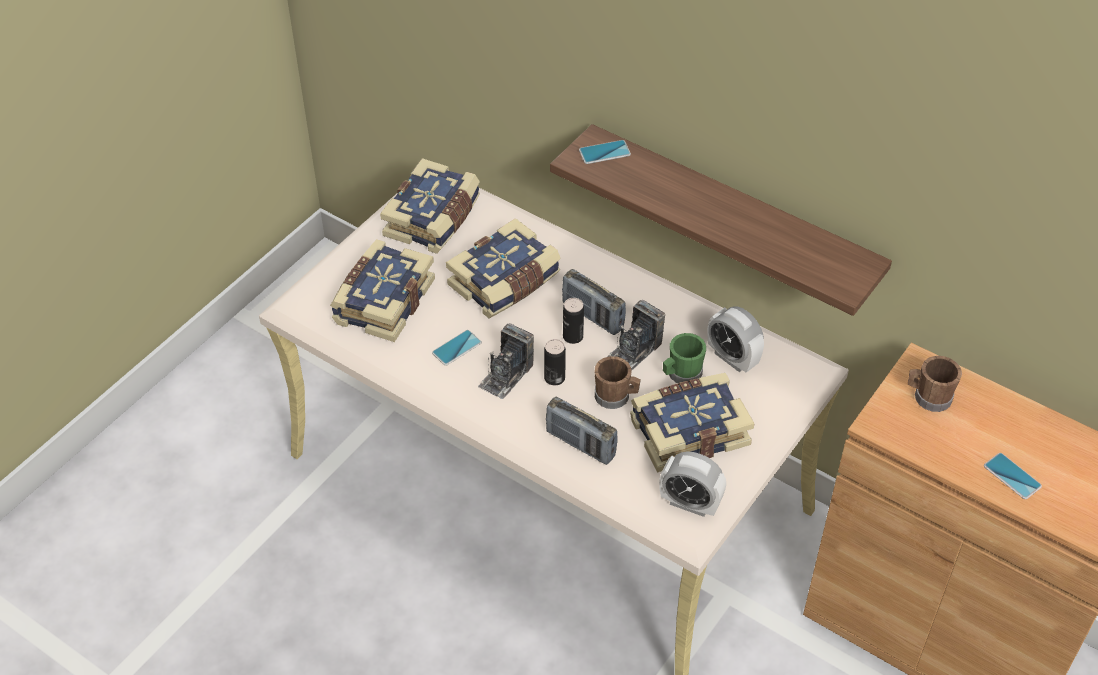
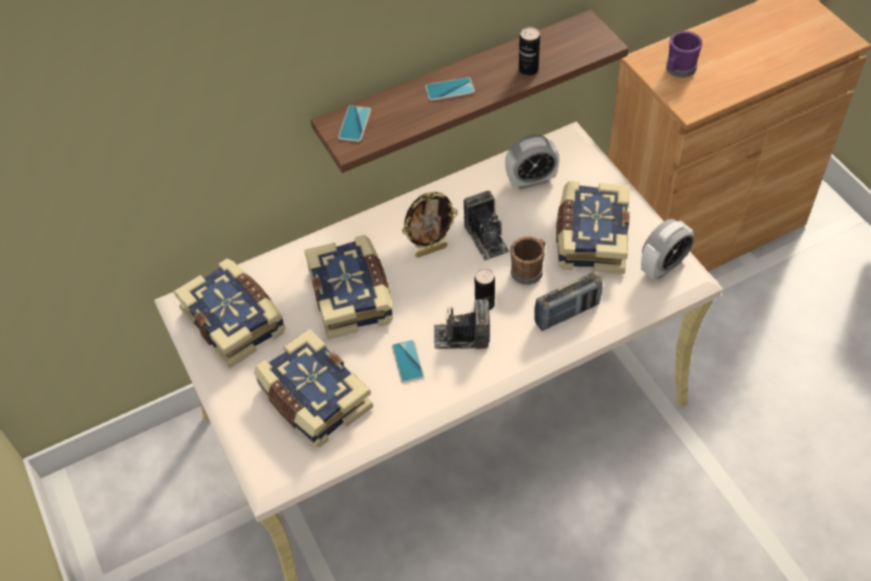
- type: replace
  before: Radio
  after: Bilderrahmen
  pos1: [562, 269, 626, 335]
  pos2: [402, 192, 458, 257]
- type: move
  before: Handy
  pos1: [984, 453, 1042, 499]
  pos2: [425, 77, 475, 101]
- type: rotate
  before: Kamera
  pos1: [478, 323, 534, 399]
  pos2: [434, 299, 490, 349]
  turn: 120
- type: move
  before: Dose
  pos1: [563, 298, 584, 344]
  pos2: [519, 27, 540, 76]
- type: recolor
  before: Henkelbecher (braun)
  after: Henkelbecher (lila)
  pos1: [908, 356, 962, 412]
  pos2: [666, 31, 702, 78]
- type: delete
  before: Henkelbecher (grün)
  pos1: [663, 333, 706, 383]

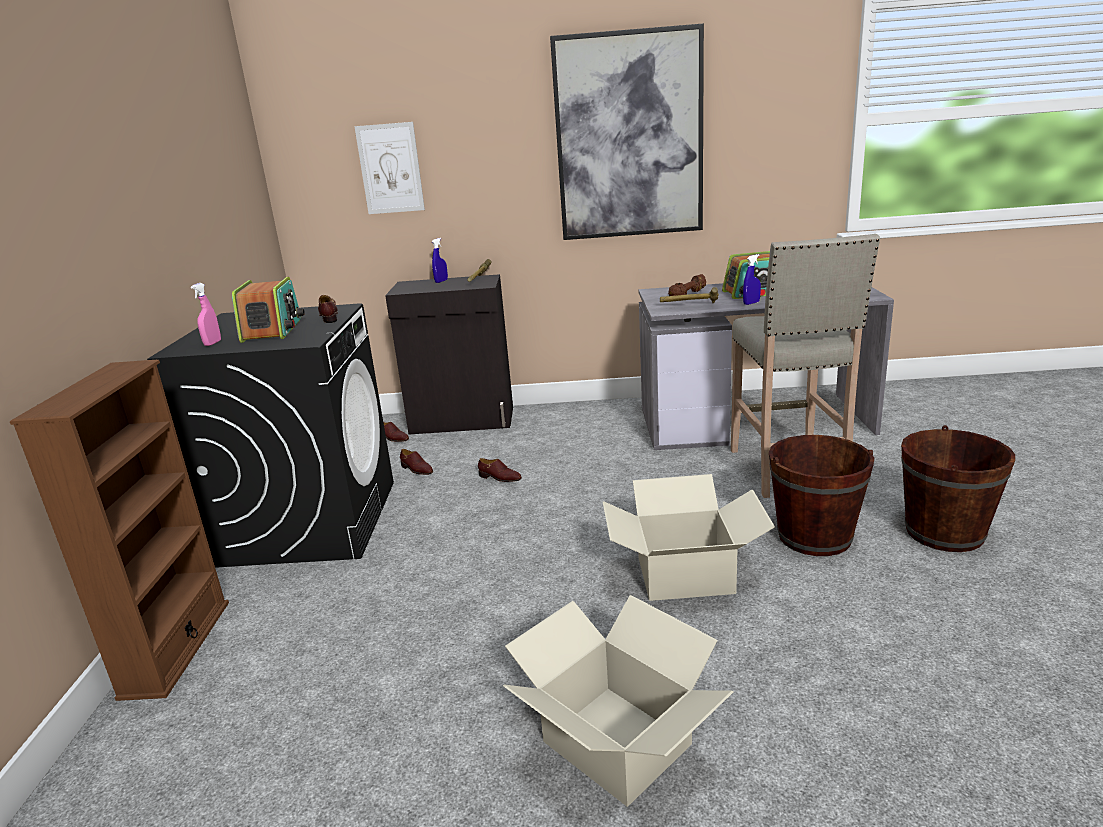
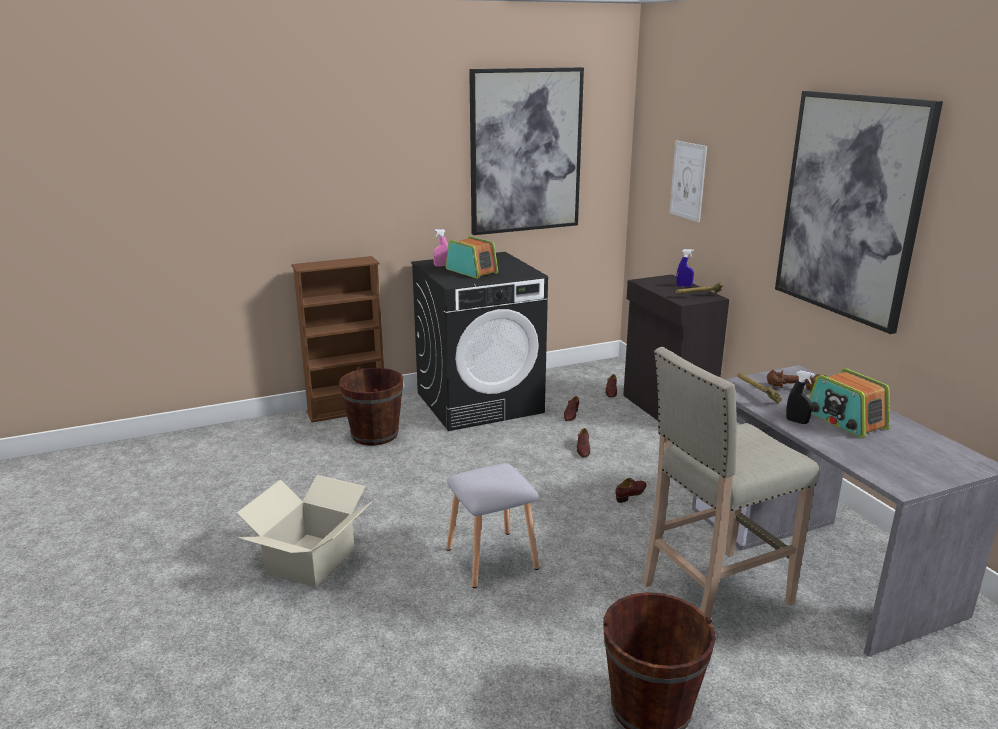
- type: move
  before: Eimer (braun)
  pos1: [769, 435, 874, 556]
  pos2: [339, 367, 404, 446]
- type: rotate
  before: Radio
  pos1: [232, 277, 305, 343]
  pos2: [446, 236, 498, 279]
  turn: -105
- type: replace
  before: Karton
  after: Hocker (grau)
  pos1: [603, 474, 775, 601]
  pos2: [446, 463, 539, 588]
- type: insert
  after: Bild
  pos2: [469, 67, 584, 235]
- type: move
  before: Schuh (braun)
  pos1: [318, 295, 338, 323]
  pos2: [615, 478, 647, 503]
- type: recolor
  before: Sprühflasche (blau)
  after: Sprühflasche (schwarz)
  pos1: [743, 254, 761, 305]
  pos2: [786, 371, 814, 424]

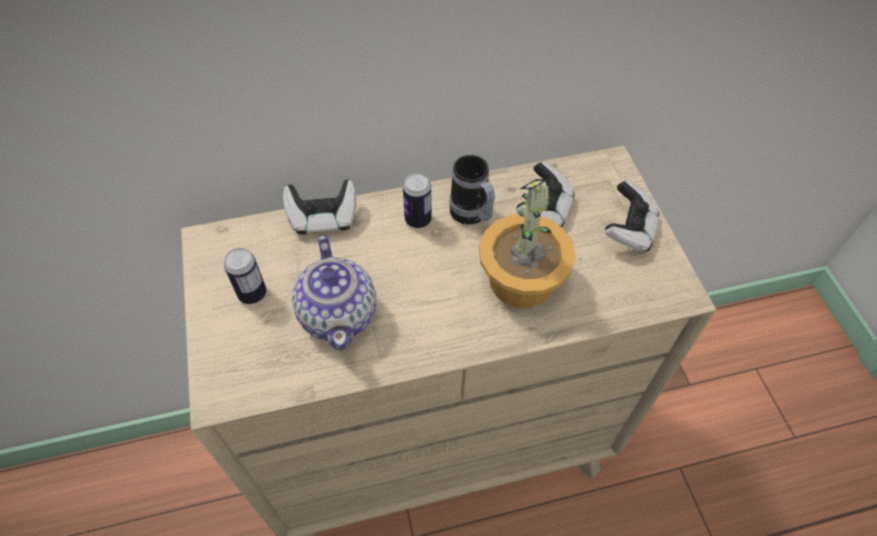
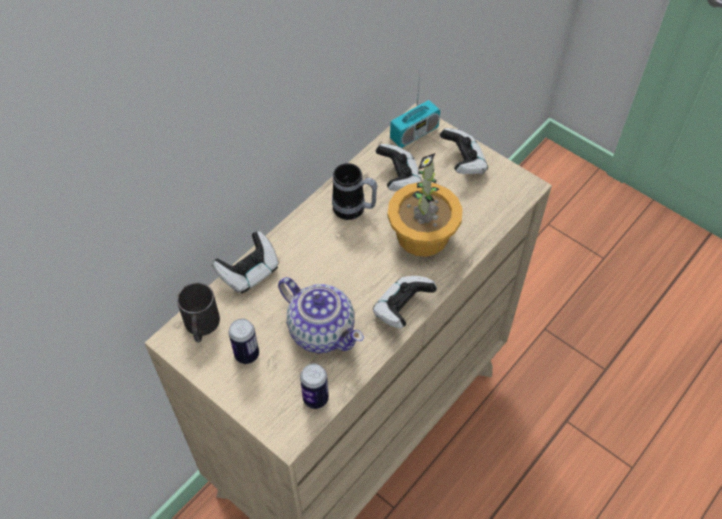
- type: insert
  after: Henkelbecher (schwarz)
  pos2: [177, 282, 220, 342]
- type: move
  before: Dose
  pos1: [403, 173, 432, 228]
  pos2: [300, 363, 329, 409]
- type: insert
  after: Gamepad
  pos2: [373, 276, 437, 328]
- type: insert
  after: Radio
  pos2: [390, 74, 440, 148]

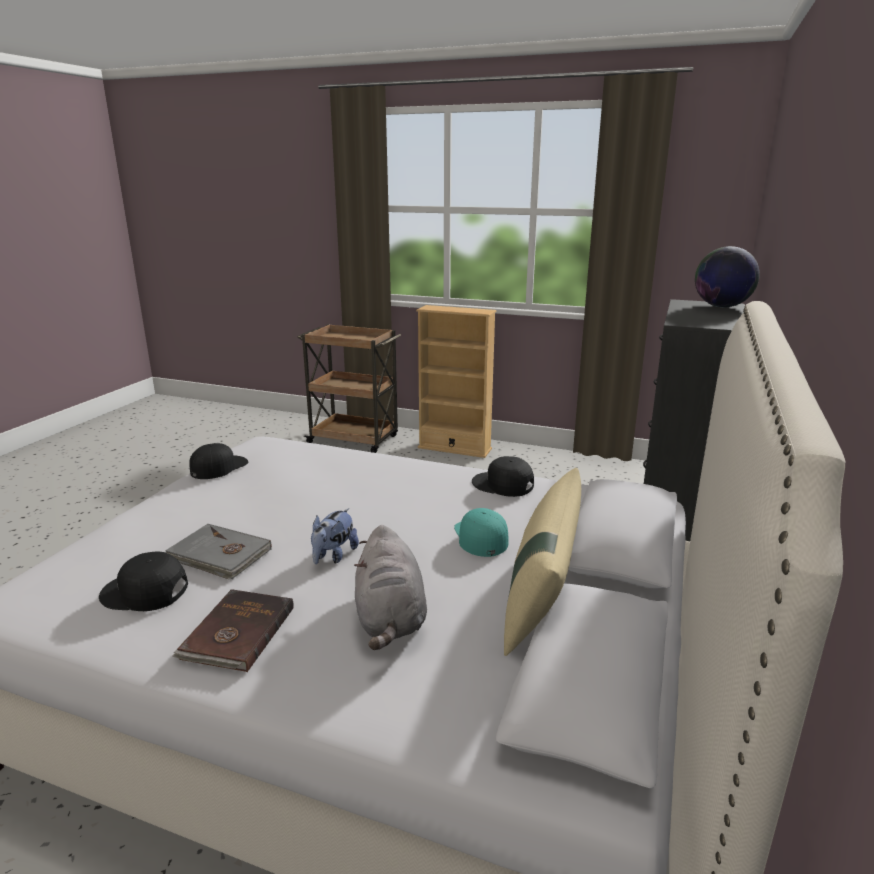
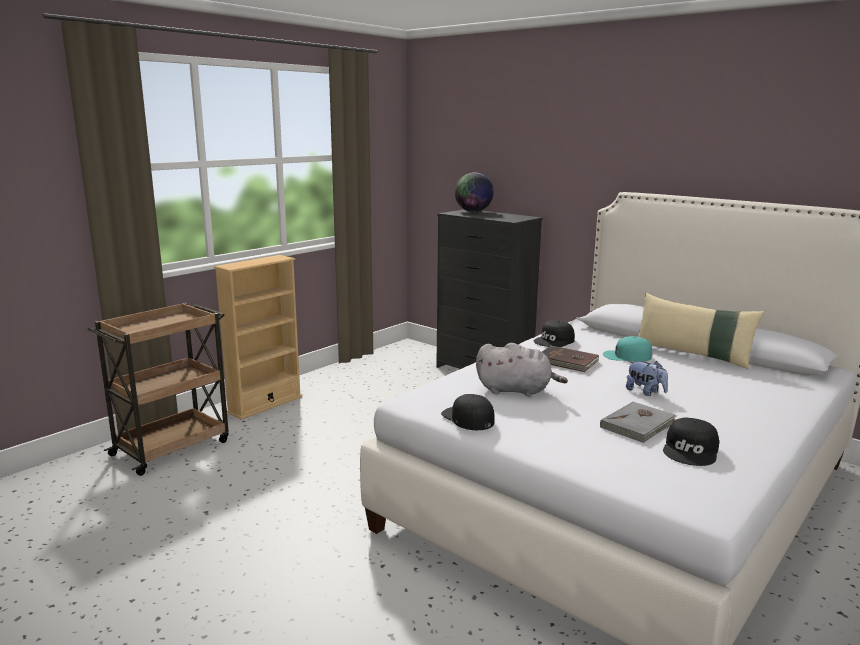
- type: move
  before: Plüschtier (grau)
  pos1: [354, 525, 427, 650]
  pos2: [476, 343, 568, 397]
- type: move
  before: Buch (braun)
  pos1: [172, 589, 294, 672]
  pos2: [542, 346, 599, 372]

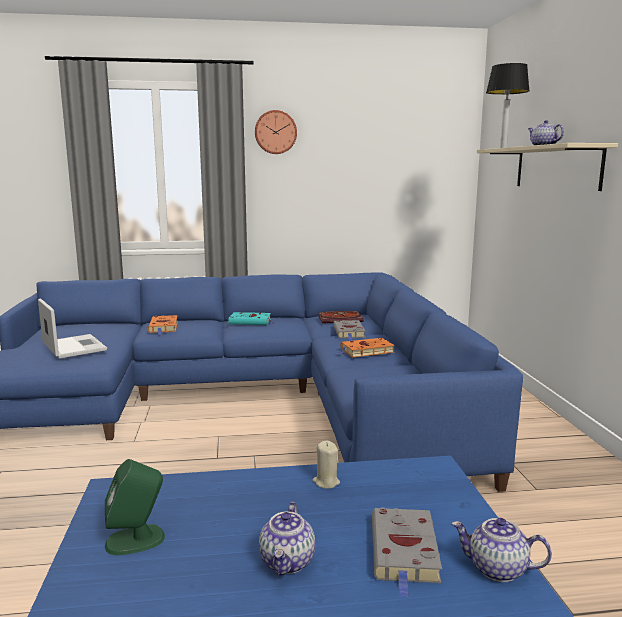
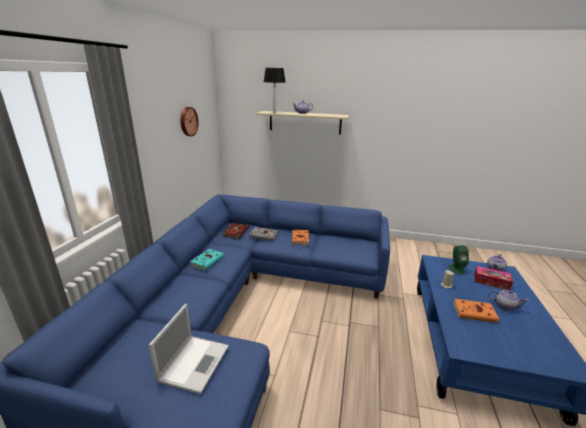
- type: rotate
  before: Laptop
  pos1: [38, 298, 107, 359]
  pos2: [149, 304, 229, 394]
  turn: 120
- type: move
  before: Wanduhr
  pos1: [255, 110, 297, 154]
  pos2: [181, 107, 199, 136]
- type: move
  before: Lautsprecher (grün)
  pos1: [105, 459, 165, 555]
  pos2: [448, 245, 469, 275]
- type: move
  before: Buch (orange)
  pos1: [148, 315, 178, 335]
  pos2: [453, 299, 502, 323]
- type: replace
  before: Buch (grau)
  after: Taschentuchbox
  pos1: [372, 507, 442, 598]
  pos2: [474, 266, 513, 290]

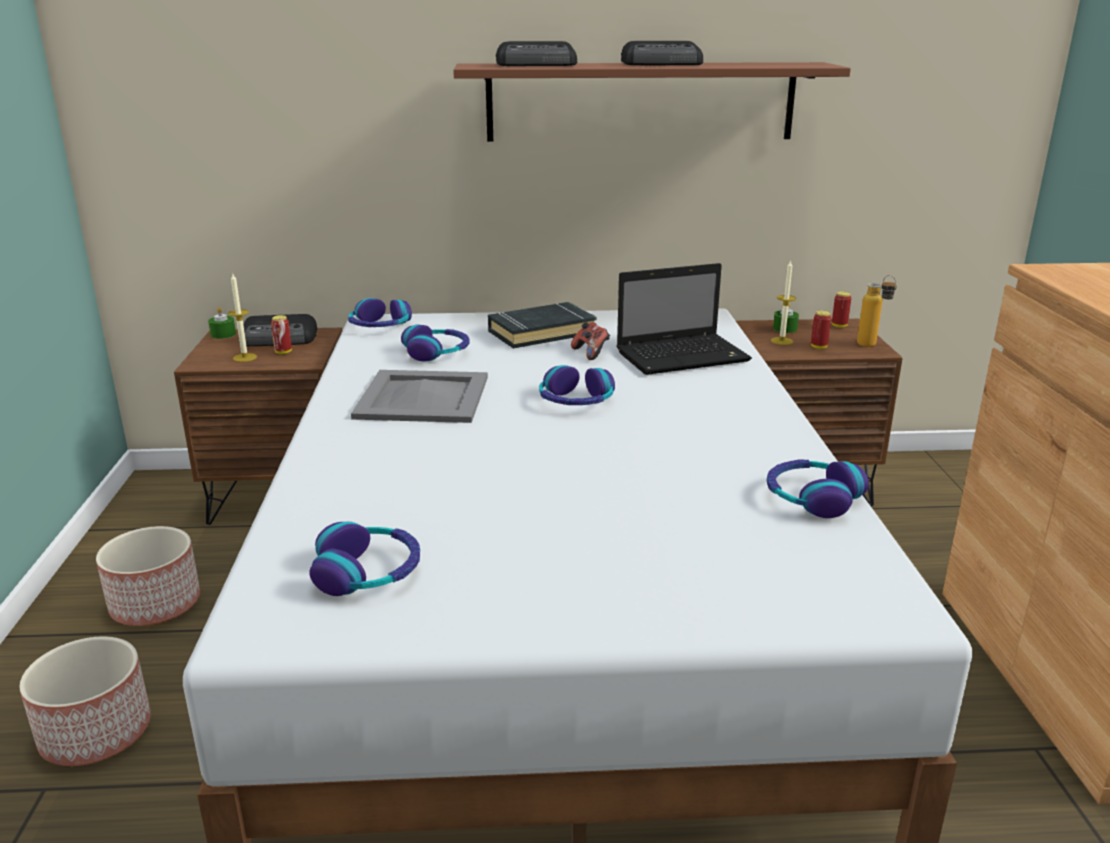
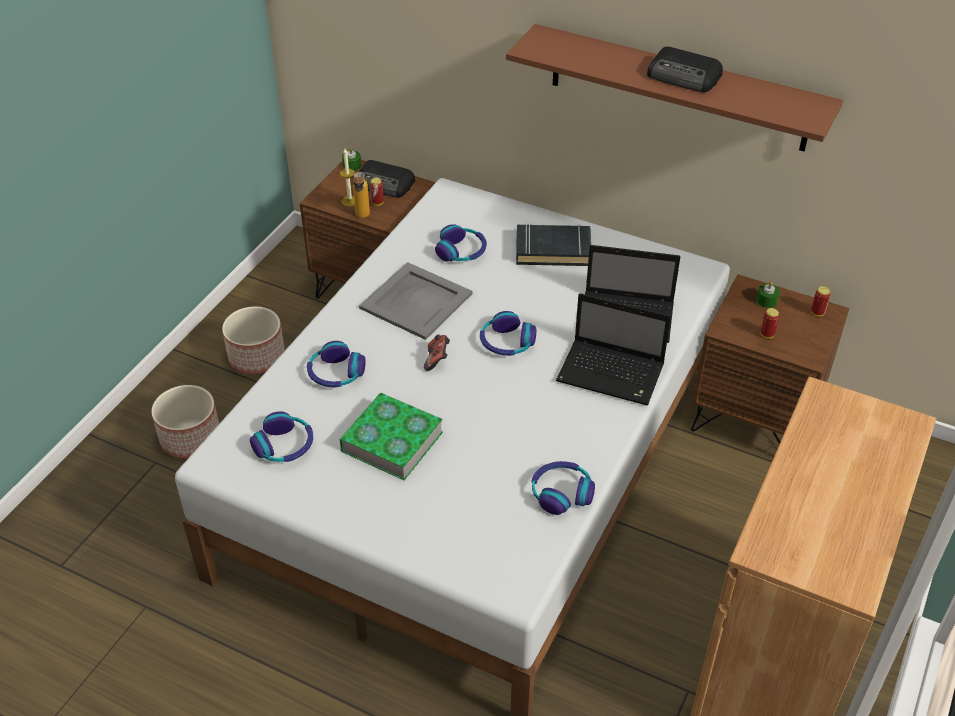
- type: move
  before: Kopfhörer
  pos1: [348, 298, 412, 327]
  pos2: [307, 341, 366, 388]
- type: insert
  after: Buch
  pos2: [340, 393, 443, 481]
- type: move
  before: Flasche
  pos1: [857, 275, 897, 347]
  pos2: [353, 172, 370, 218]
- type: move
  before: Gamepad
  pos1: [571, 322, 610, 360]
  pos2: [424, 334, 450, 371]
- type: insert
  after: Laptop
  pos2: [556, 293, 671, 405]
- type: delete
  before: Radio
  pos1: [496, 41, 577, 66]
- type: delete
  before: Kerze
  pos1: [771, 260, 796, 345]

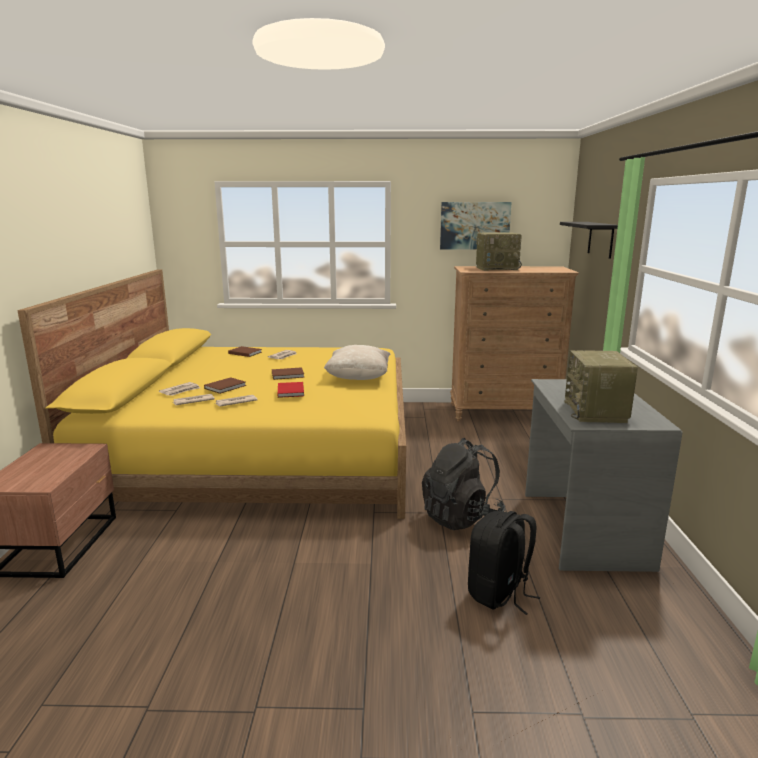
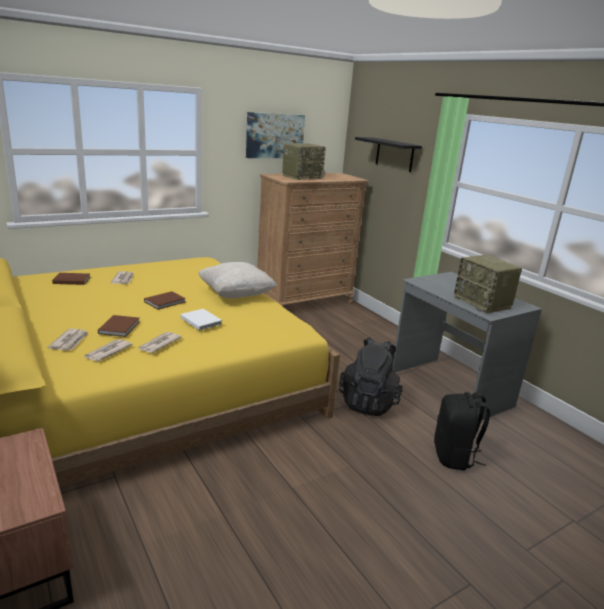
- type: recolor
  before: Buch (rot)
  after: Buch (weiß)
  pos1: [278, 382, 304, 398]
  pos2: [181, 309, 222, 331]

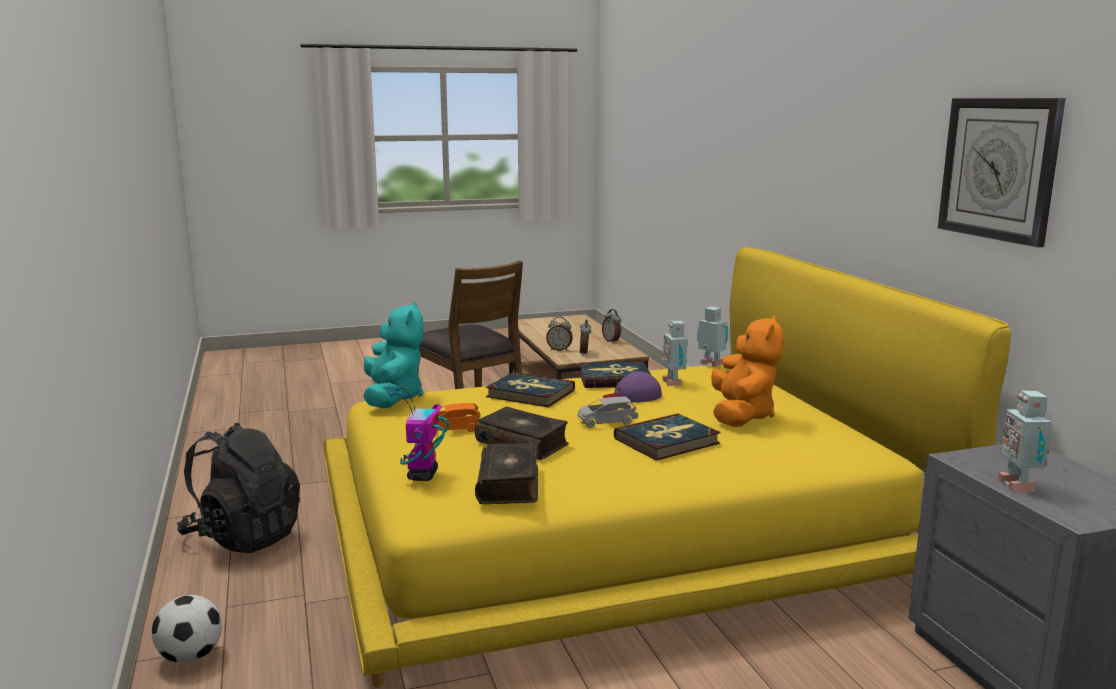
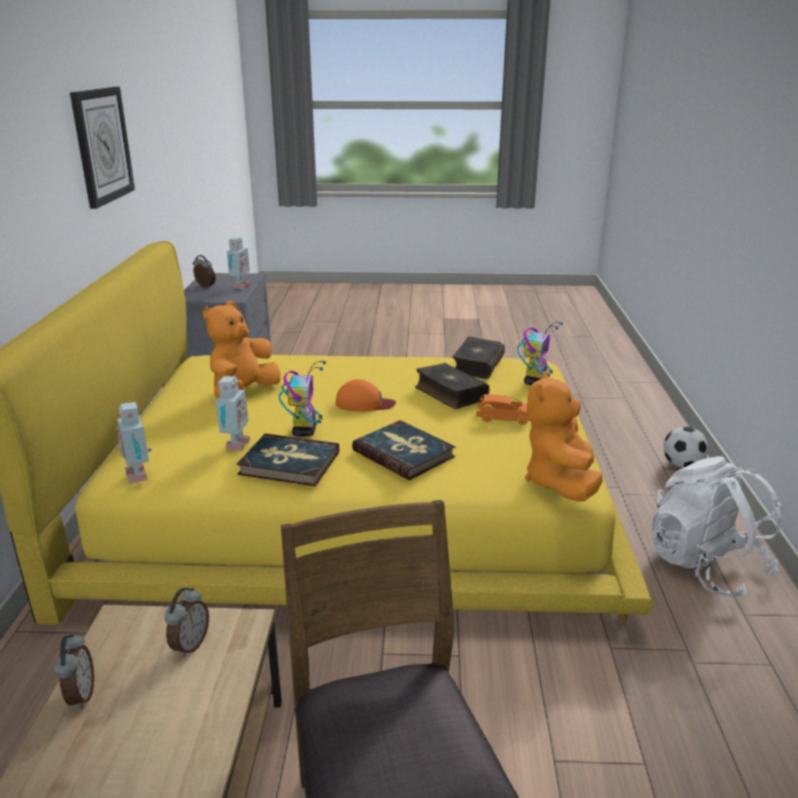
- type: move
  before: Wecker
  pos1: [546, 317, 573, 351]
  pos2: [193, 255, 216, 288]
- type: replace
  before: Kappe (lila)
  after: Spielzeugroboter
  pos1: [602, 371, 662, 403]
  pos2: [278, 361, 326, 436]
- type: replace
  before: Spielzeugauto (grau)
  after: Kappe (orange)
  pos1: [577, 396, 638, 428]
  pos2: [336, 379, 396, 411]
- type: recolor
  before: Plüschtier (türkis)
  after: Plüschtier (orange)
  pos1: [364, 302, 424, 408]
  pos2: [525, 371, 603, 501]
- type: recolor
  before: Rucksack (schwarz)
  after: Rucksack (weiß)
  pos1: [177, 423, 300, 553]
  pos2: [652, 456, 782, 598]
- type: delete
  before: Buch
  pos1: [614, 413, 721, 461]

